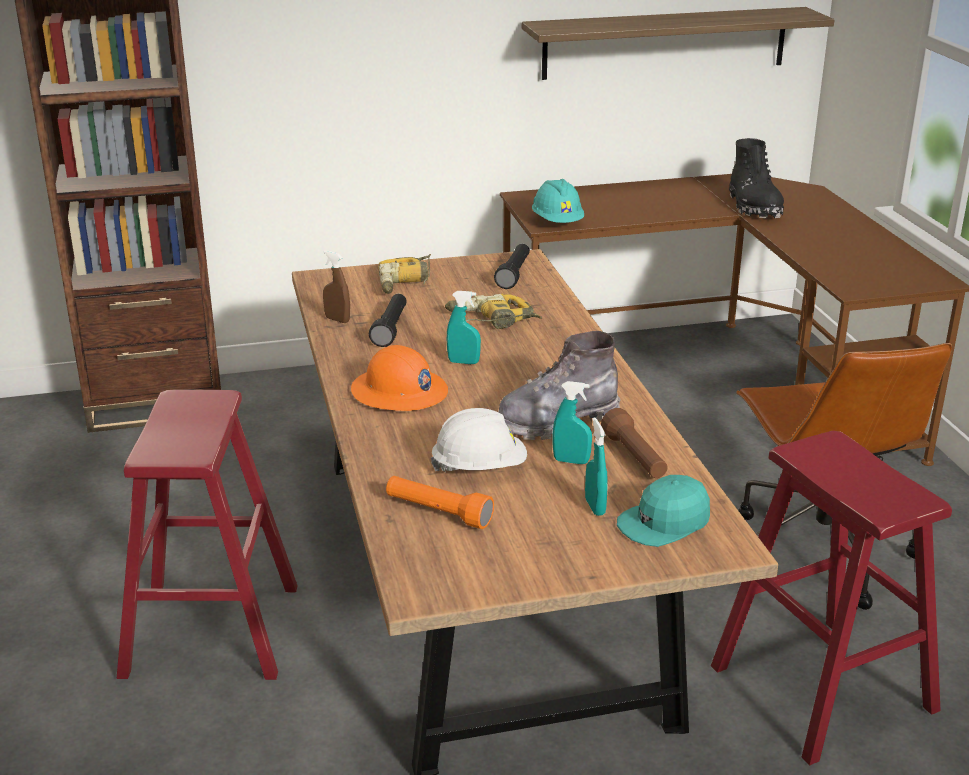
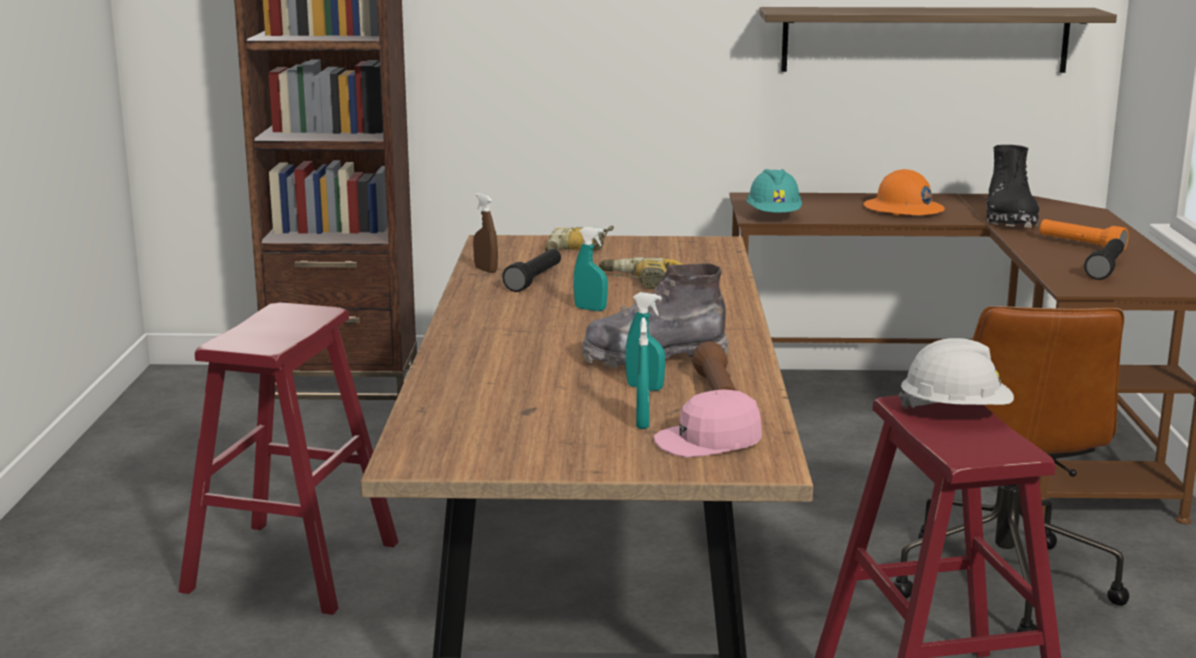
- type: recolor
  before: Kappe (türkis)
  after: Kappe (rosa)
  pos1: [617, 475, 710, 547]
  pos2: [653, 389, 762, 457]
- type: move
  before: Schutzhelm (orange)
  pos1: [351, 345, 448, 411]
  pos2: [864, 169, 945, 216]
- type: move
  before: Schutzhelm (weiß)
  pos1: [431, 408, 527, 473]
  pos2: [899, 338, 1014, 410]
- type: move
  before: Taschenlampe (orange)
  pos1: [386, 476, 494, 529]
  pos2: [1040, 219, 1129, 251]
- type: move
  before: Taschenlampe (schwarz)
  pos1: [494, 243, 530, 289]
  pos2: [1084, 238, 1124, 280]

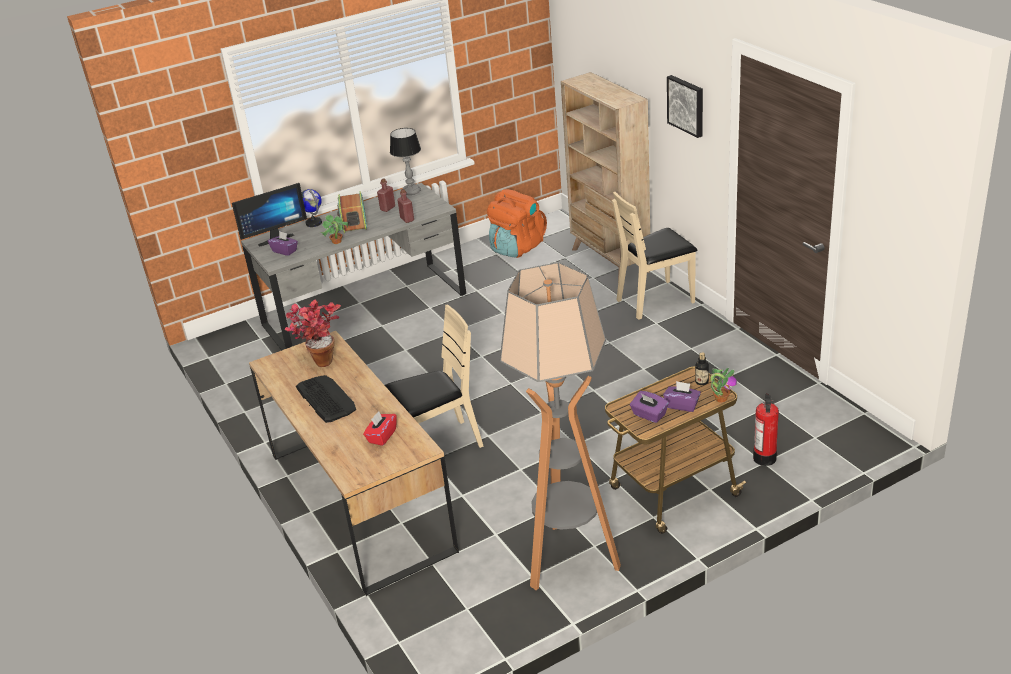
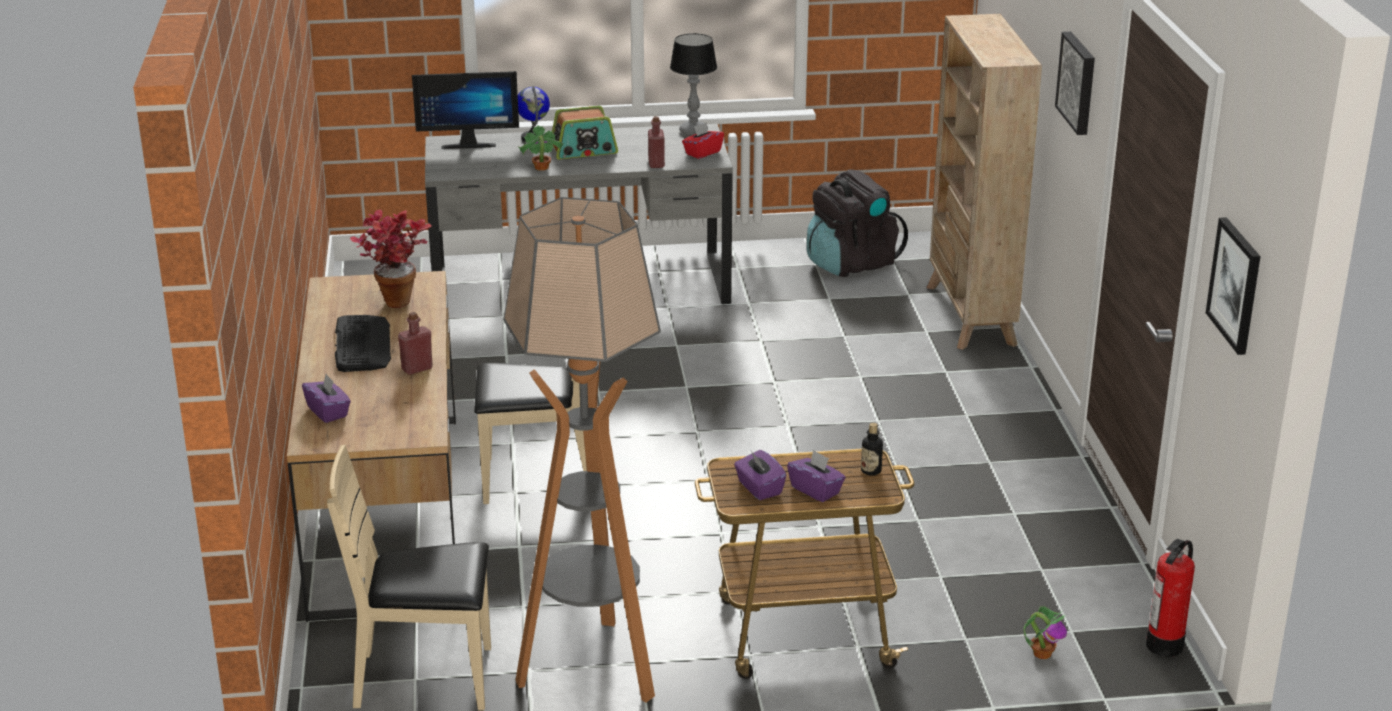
- type: move
  before: Taschentuchbox (lila)
  pos1: [268, 231, 298, 256]
  pos2: [302, 374, 351, 423]
- type: move
  before: Stuhl (beige)
  pos1: [612, 192, 697, 320]
  pos2: [327, 445, 491, 710]
- type: move
  before: Flasche (rot)
  pos1: [377, 178, 395, 212]
  pos2: [398, 312, 433, 375]
- type: rotate
  before: Radio
  pos1: [337, 191, 367, 233]
  pos2: [552, 106, 618, 159]
  turn: -120
- type: move
  before: Taschentuchbox (rot)
  pos1: [363, 411, 397, 446]
  pos2: [682, 122, 724, 159]
- type: recolor
  before: Rucksack (orange)
  after: Rucksack (schwarz)
  pos1: [487, 189, 547, 258]
  pos2: [806, 169, 908, 277]
- type: move
  before: Topfpflanze
  pos1: [710, 367, 737, 402]
  pos2: [1023, 606, 1067, 659]
- type: move
  before: Feuerlöscher
  pos1: [753, 393, 779, 466]
  pos2: [1146, 539, 1195, 657]
- type: insert
  after: Bild
  pos2: [1206, 217, 1260, 355]

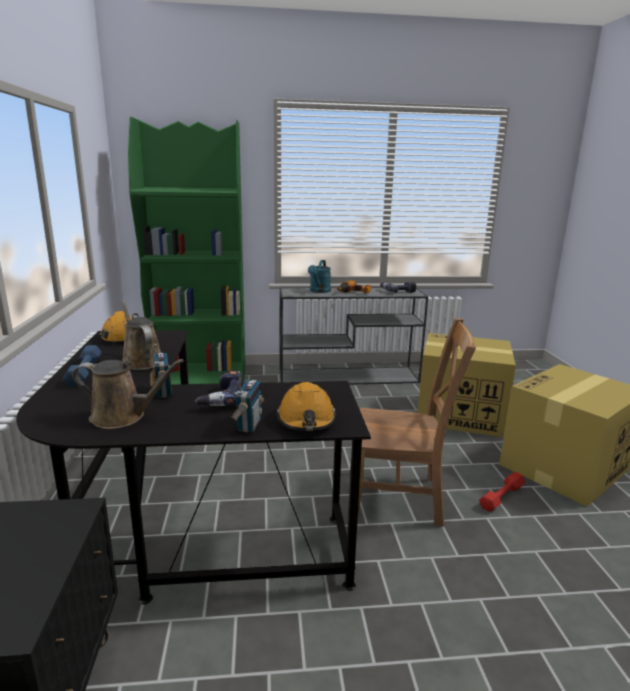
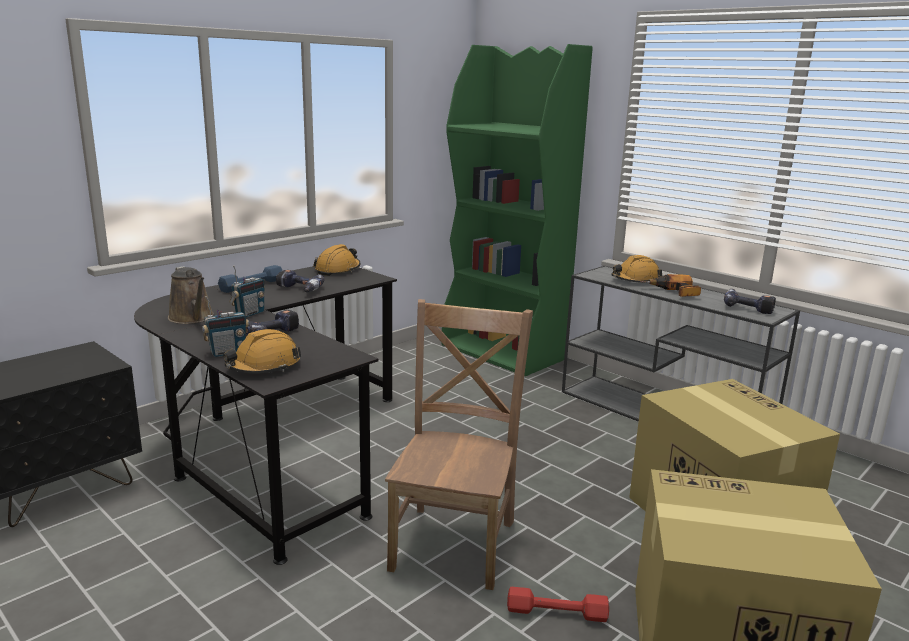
- type: replace
  before: Gießkanne (braun)
  after: Bohrmaschine
  pos1: [122, 300, 161, 370]
  pos2: [276, 270, 325, 292]
- type: rotate
  before: Stuhl (braun)
  pos1: [358, 318, 477, 527]
  pos2: [385, 299, 533, 590]
  turn: -135
- type: replace
  before: Gießkanne (türkis)
  after: Schutzhelm (orange)
  pos1: [308, 260, 331, 293]
  pos2: [611, 255, 662, 283]

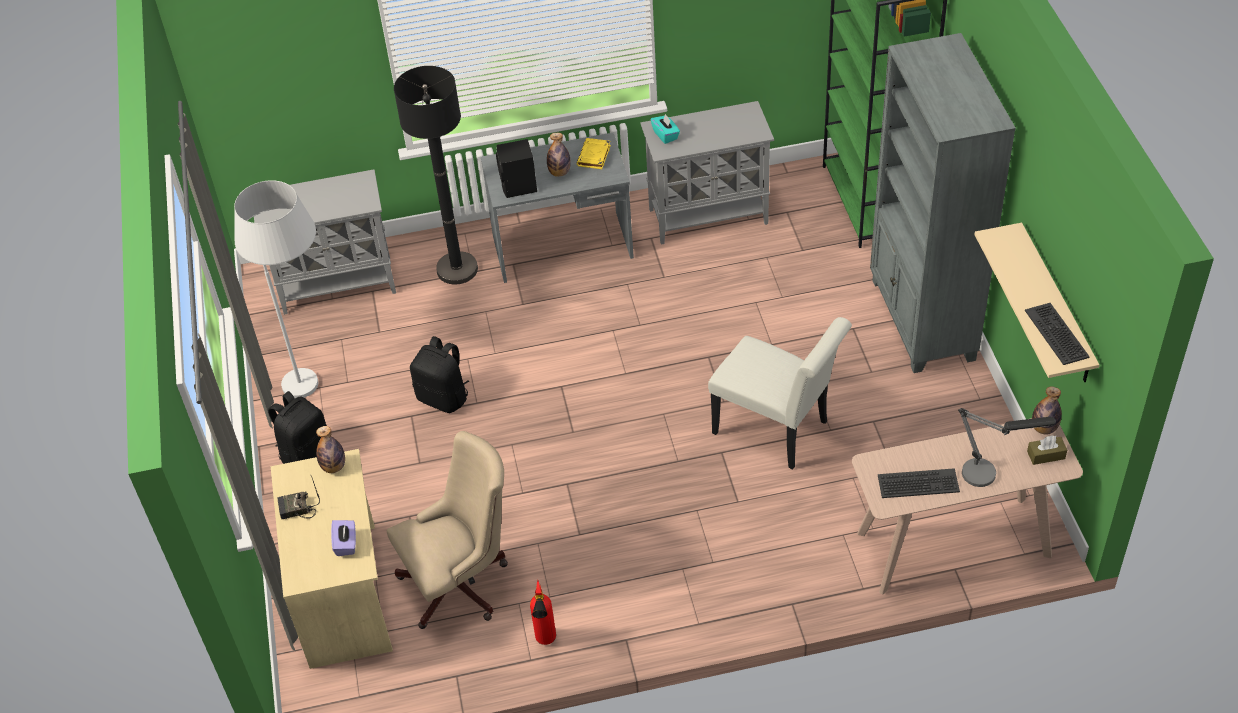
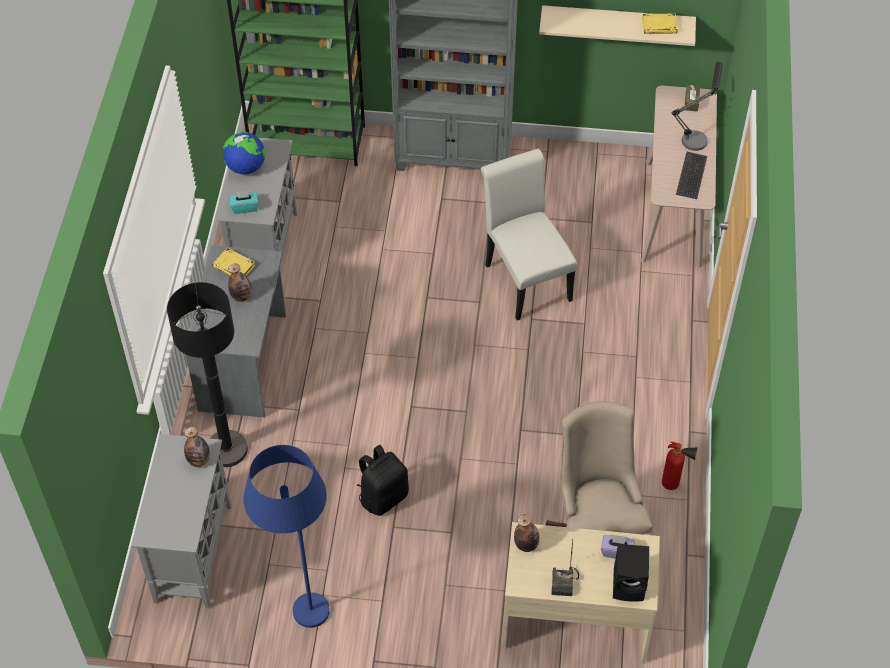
- type: move
  before: Flasche
  pos1: [1032, 386, 1062, 435]
  pos2: [184, 427, 210, 467]
- type: insert
  after: Globus
  pos2: [223, 132, 265, 175]
- type: recolor
  before: Stehlampe (weiß)
  after: Stehlampe (blau)
  pos1: [234, 180, 318, 398]
  pos2: [243, 445, 330, 628]
- type: rotate
  before: Stuhl (weiß)
  pos1: [708, 317, 852, 470]
  pos2: [481, 149, 577, 320]
  turn: -75
- type: move
  before: Lautsprecher (schwarz)
  pos1: [496, 139, 537, 198]
  pos2: [613, 544, 649, 602]
- type: replace
  before: Tastatur
  after: Buch (gelb)
  pos1: [1025, 303, 1090, 365]
  pos2: [642, 13, 678, 34]
- type: delete
  before: Rucksack (schwarz)
  pos1: [268, 391, 327, 464]

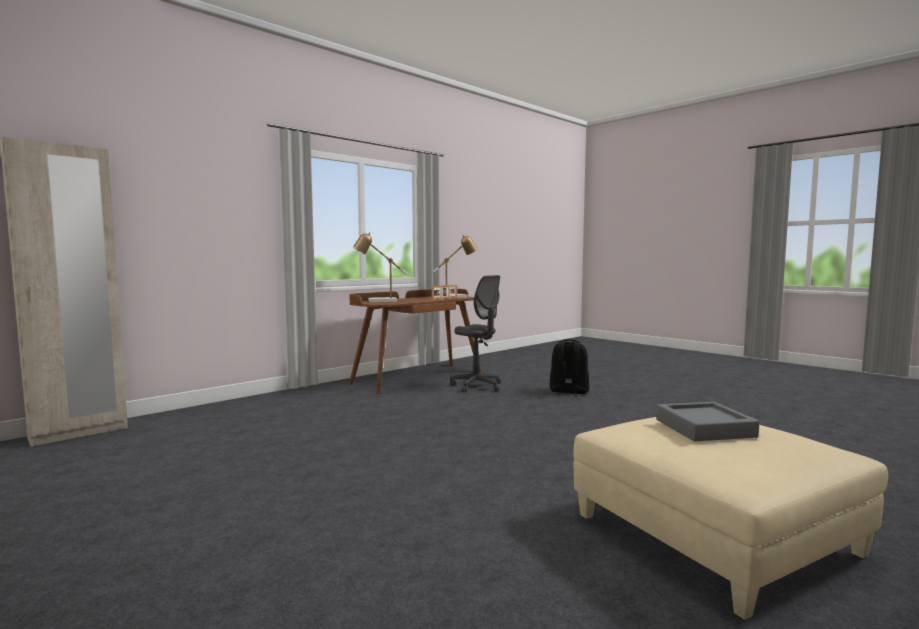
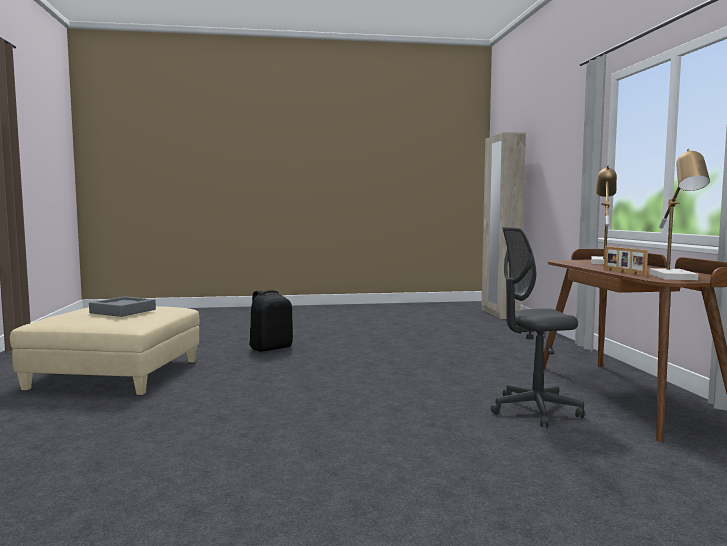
- type: move
  before: Rucksack (schwarz)
  pos1: [549, 339, 589, 397]
  pos2: [249, 289, 293, 352]

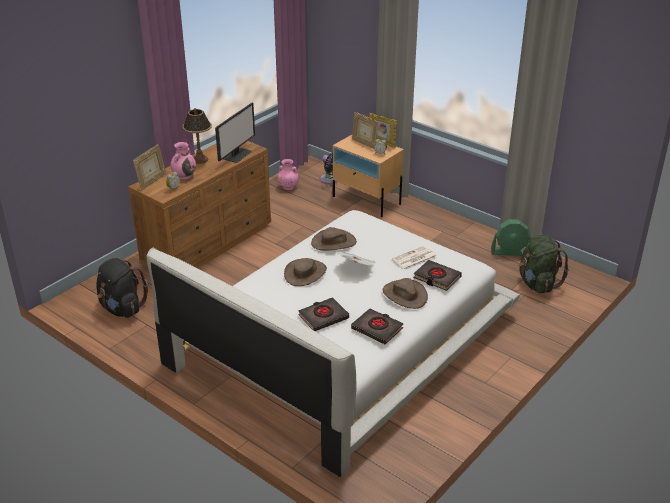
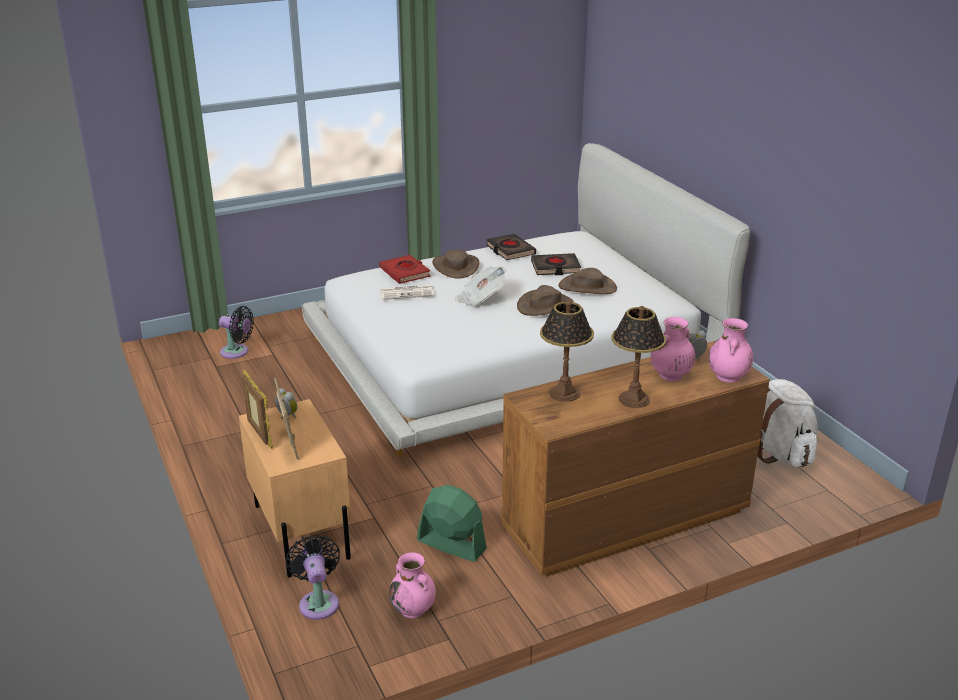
- type: replace
  before: Rucksack (grün)
  after: Ventilator (schwarz)
  pos1: [519, 235, 569, 293]
  pos2: [219, 306, 254, 359]
- type: recolor
  before: Buch (schwarz)
  after: Buch (rot)
  pos1: [414, 260, 462, 291]
  pos2: [379, 255, 430, 284]
- type: move
  before: Ventilator (grün)
  pos1: [491, 219, 531, 256]
  pos2: [417, 485, 487, 562]
- type: replace
  before: Monitor
  after: Tischlampe
  pos1: [215, 103, 255, 163]
  pos2: [540, 301, 594, 402]
- type: move
  before: Hut (braun)
  pos1: [311, 227, 357, 250]
  pos2: [558, 268, 617, 294]
- type: replace
  before: Bilderrahmen
  after: Vase (rosa)
  pos1: [133, 144, 166, 190]
  pos2: [708, 318, 753, 383]
- type: recolor
  before: Rucksack (schwarz)
  after: Rucksack (weiß)
  pos1: [96, 258, 148, 318]
  pos2: [757, 379, 818, 467]

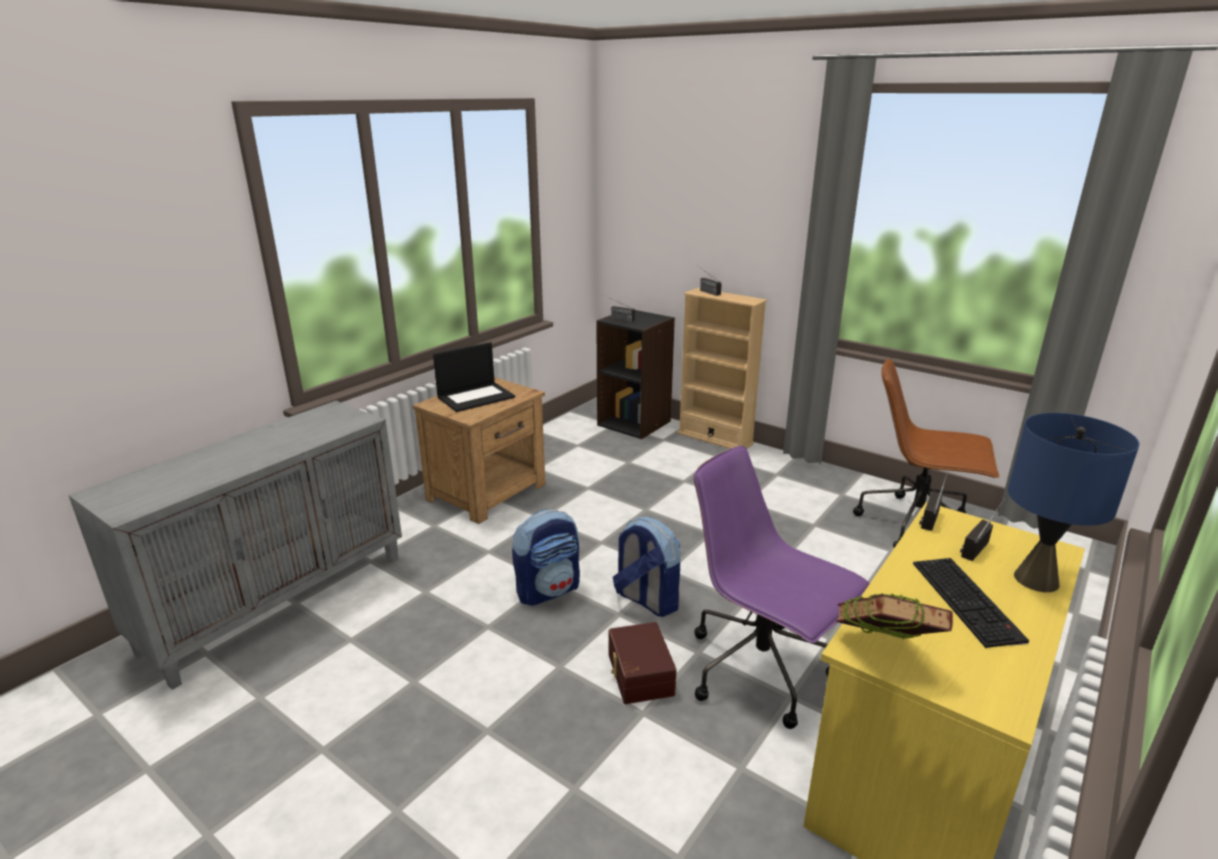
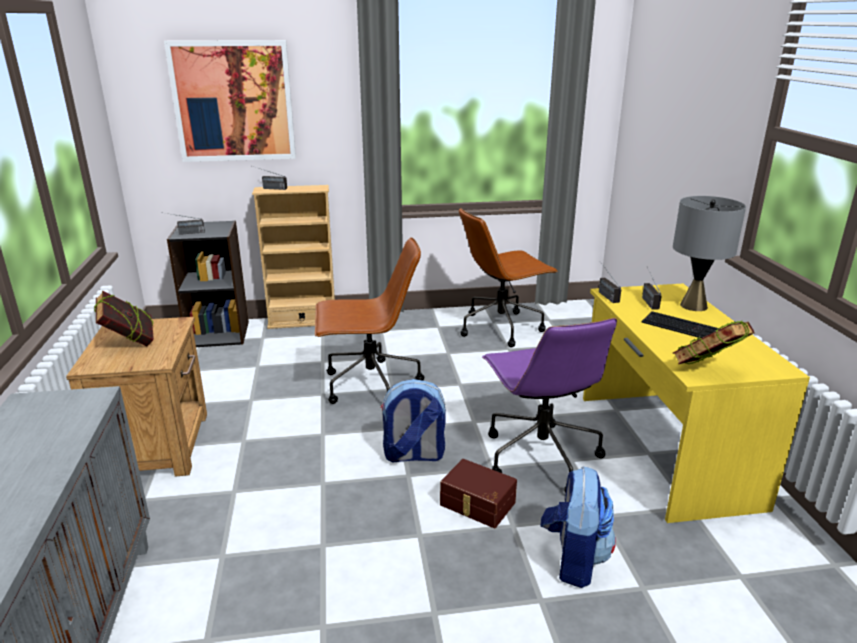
- type: replace
  before: Laptop
  after: Buch
  pos1: [433, 342, 515, 412]
  pos2: [94, 291, 154, 346]
- type: insert
  after: Bild
  pos2: [164, 40, 296, 162]
- type: insert
  after: Bürostuhl (braun)
  pos2: [315, 237, 424, 404]
- type: rotate
  before: Bürostuhl (lila)
  pos1: [694, 446, 870, 729]
  pos2: [482, 318, 617, 493]
  turn: -105
- type: move
  before: Rucksack
  pos1: [512, 509, 580, 606]
  pos2: [540, 466, 616, 588]
- type: recolor
  before: Tischlampe (blau)
  after: Tischlampe (grau)
  pos1: [1008, 413, 1139, 592]
  pos2: [673, 196, 746, 311]

